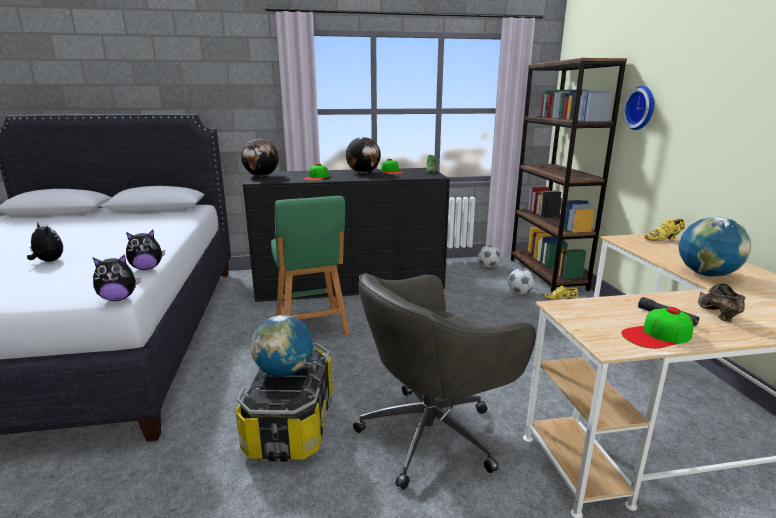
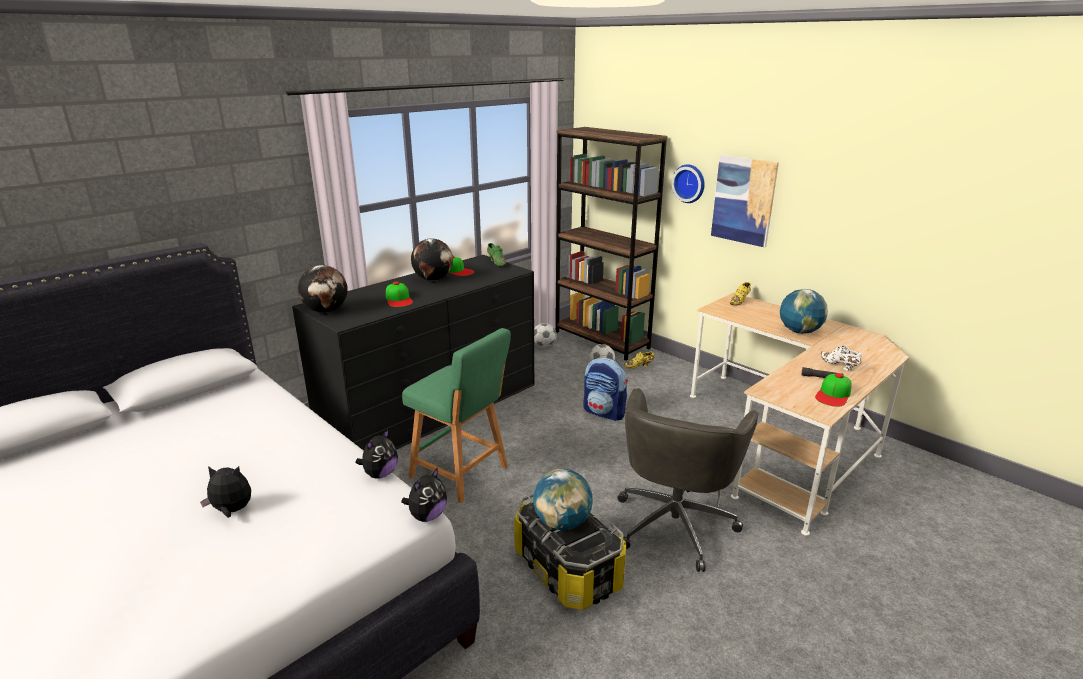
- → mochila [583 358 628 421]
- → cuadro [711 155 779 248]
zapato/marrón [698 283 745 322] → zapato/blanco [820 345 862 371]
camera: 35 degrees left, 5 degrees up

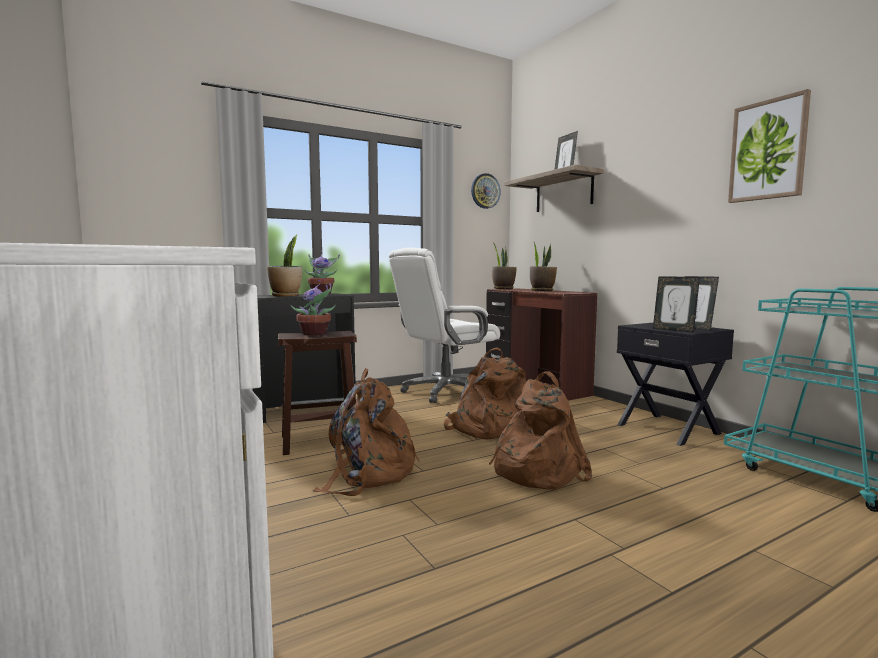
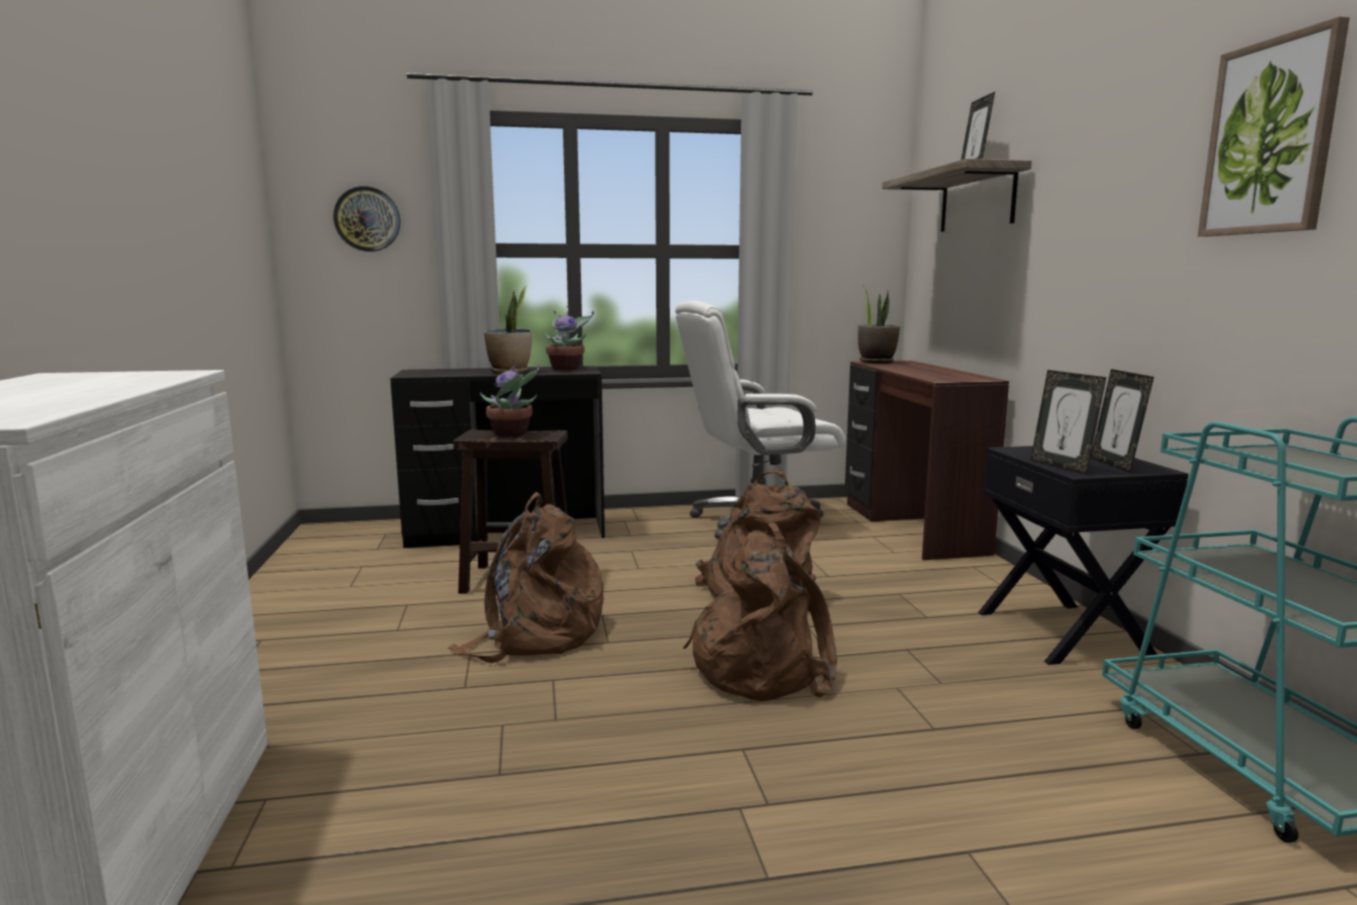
planta en maceta [530 241 557 291] → -
reloj de pared [471 173 501 209] → reloj de pared [333 186 400 252], relocated
camera: 20 degrees right, 5 degrees up

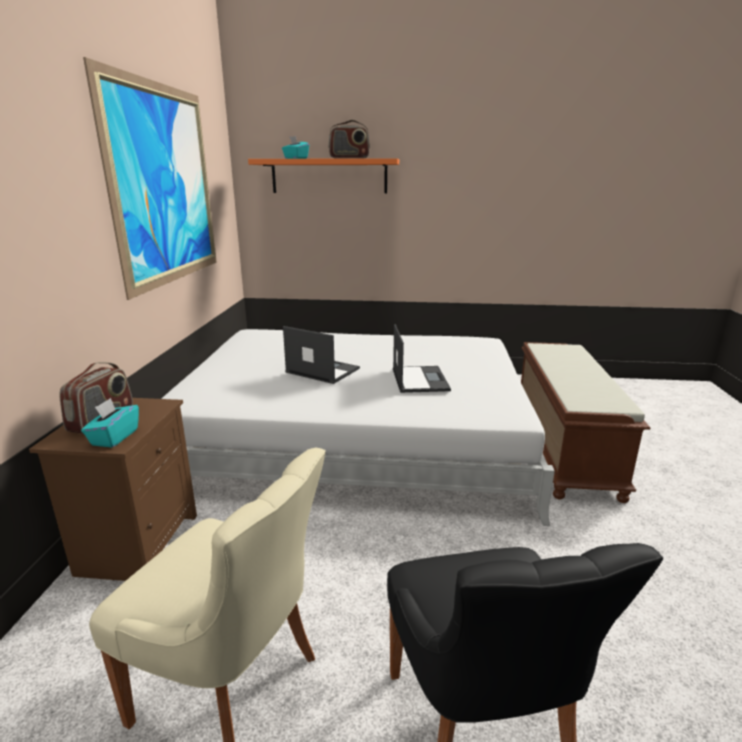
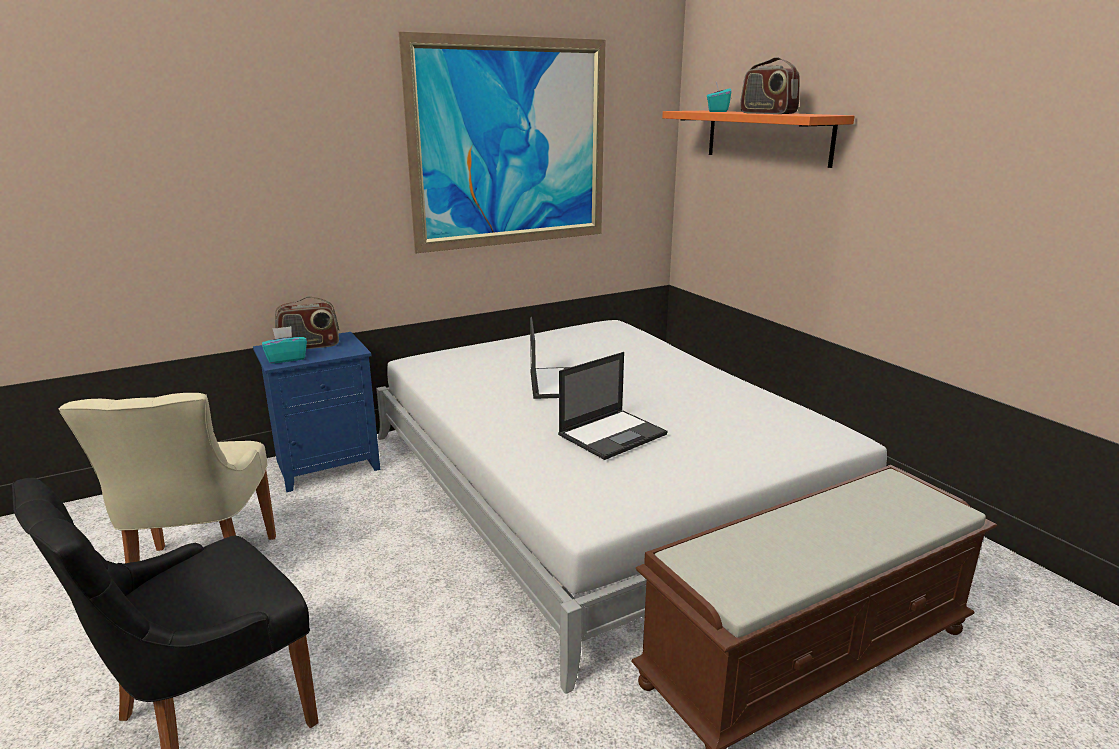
mesita de noche/marrón [29 398 197 581] → mesita de noche/azul [253 332 381 492]
camera: 55 degrees right, 0 degrees up

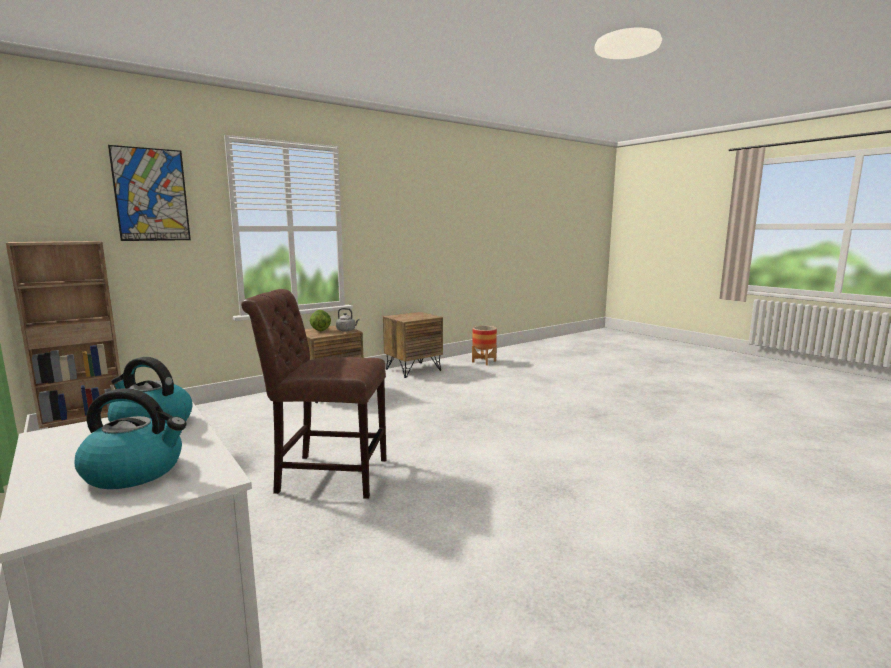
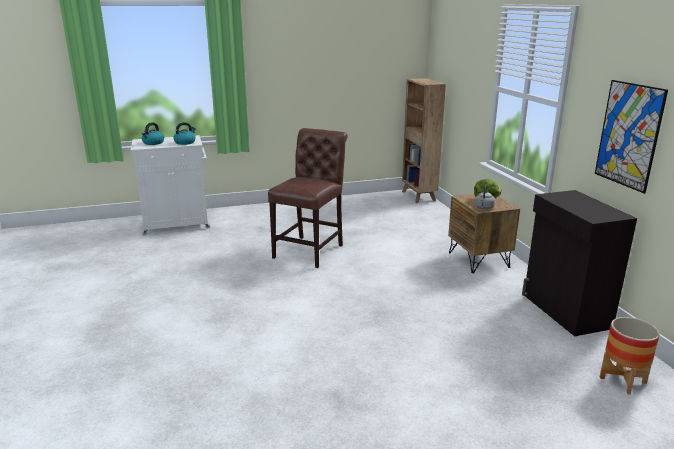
cuadro [108 145 191 241] → cuadro [595 80 668 193], relocated
mesita de noche/marrón [383 312 443 378] → armario/negro [522 190 637 336]
camera: 110 degrees right, 10 degrees up

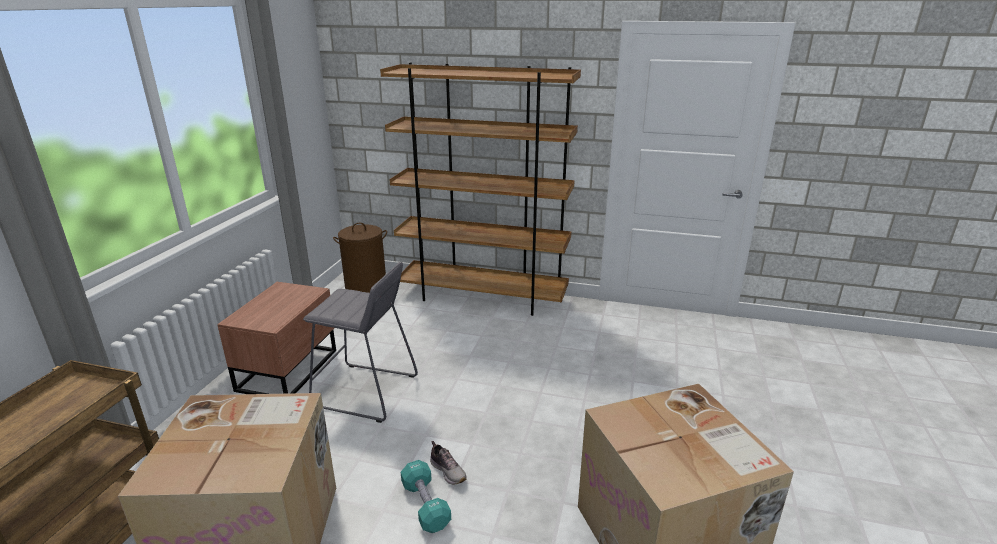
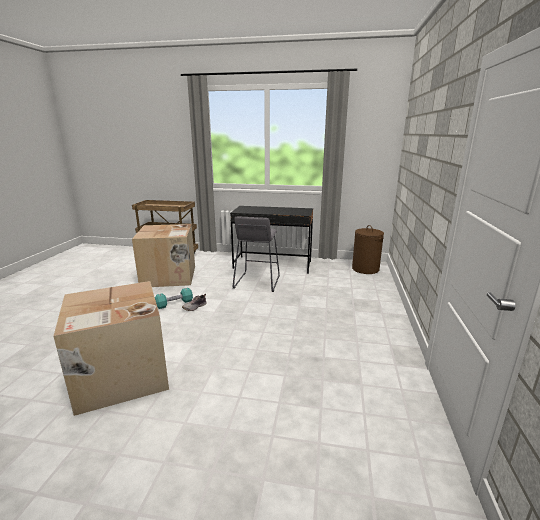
estantería/marrón [380 63 581 316] → -
mesita de noche/marrón [217 282 336 394] → escritorio/negro [230 206 313 274]
camera: 85 degrees right, 5 degrees down

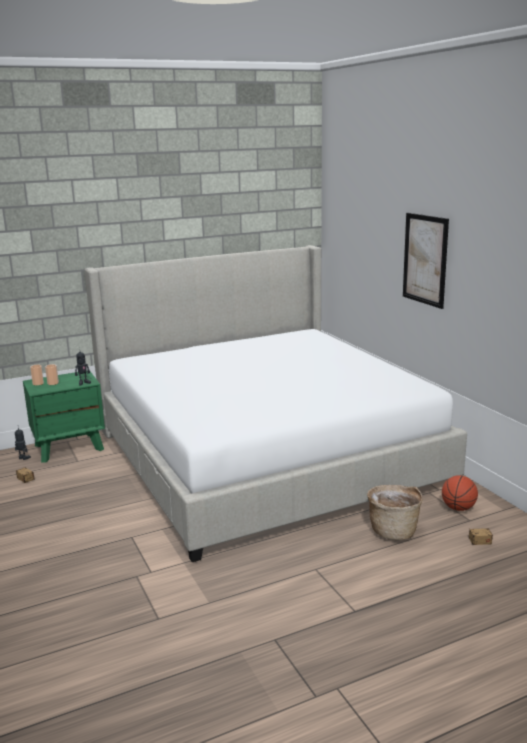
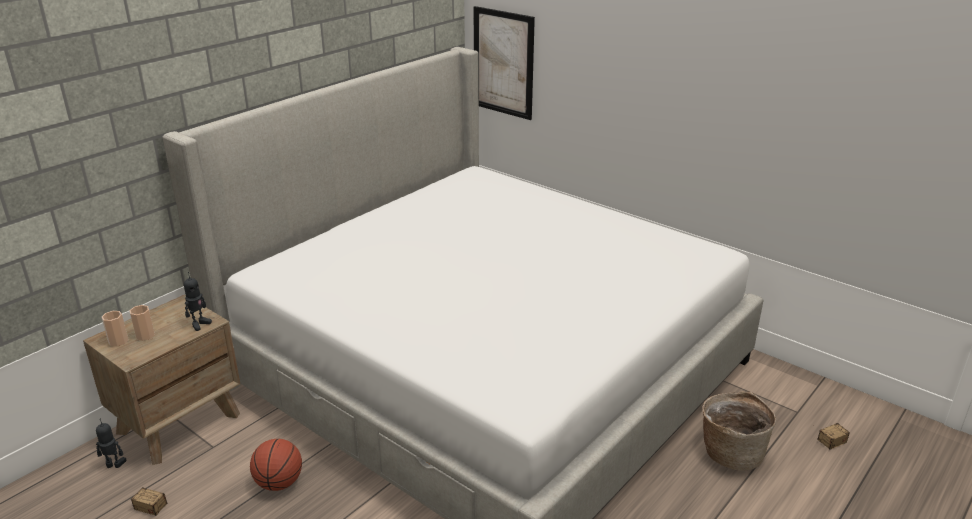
cuadro [403 213 449 309] → cuadro [473 6 535 120], relocated
balón de baloncesto [442 475 478 511] → balón de baloncesto [250 439 302 491], relocated
mesita de noche/verde [23 371 105 463] → mesita de noche/marrón [83 295 240 465]
camera: 25 degrees left, 10 degrees up

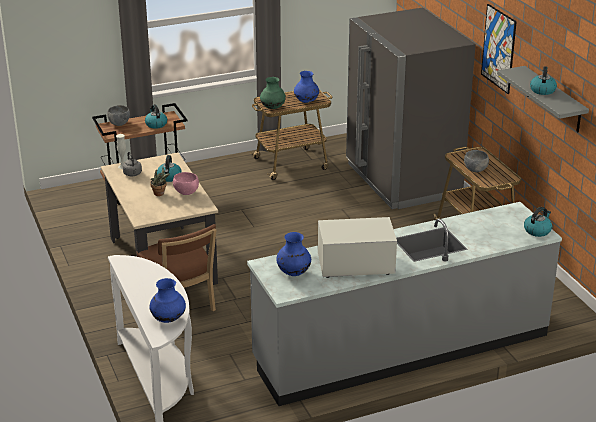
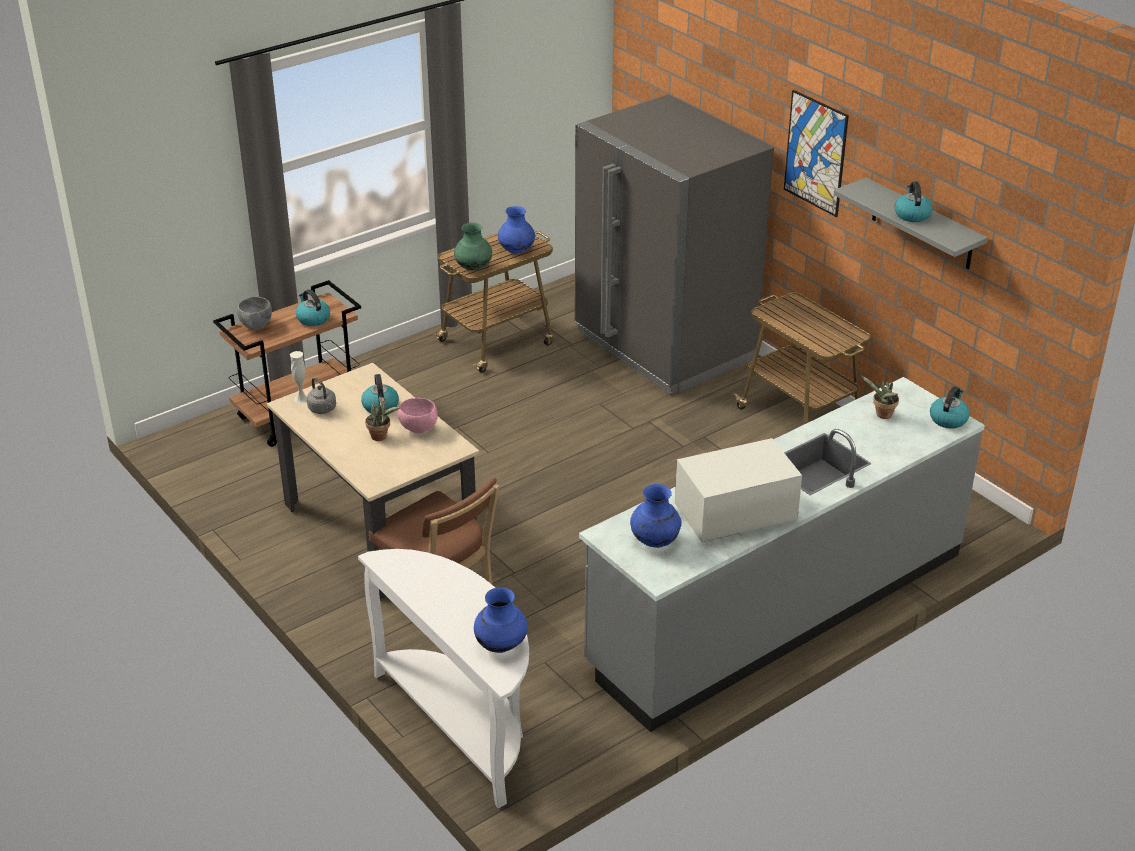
cuenco/gris [464 150 489 172] → -
- → planta en maceta [860 375 899 419]
camera: 15 degrees left, 5 degrees up

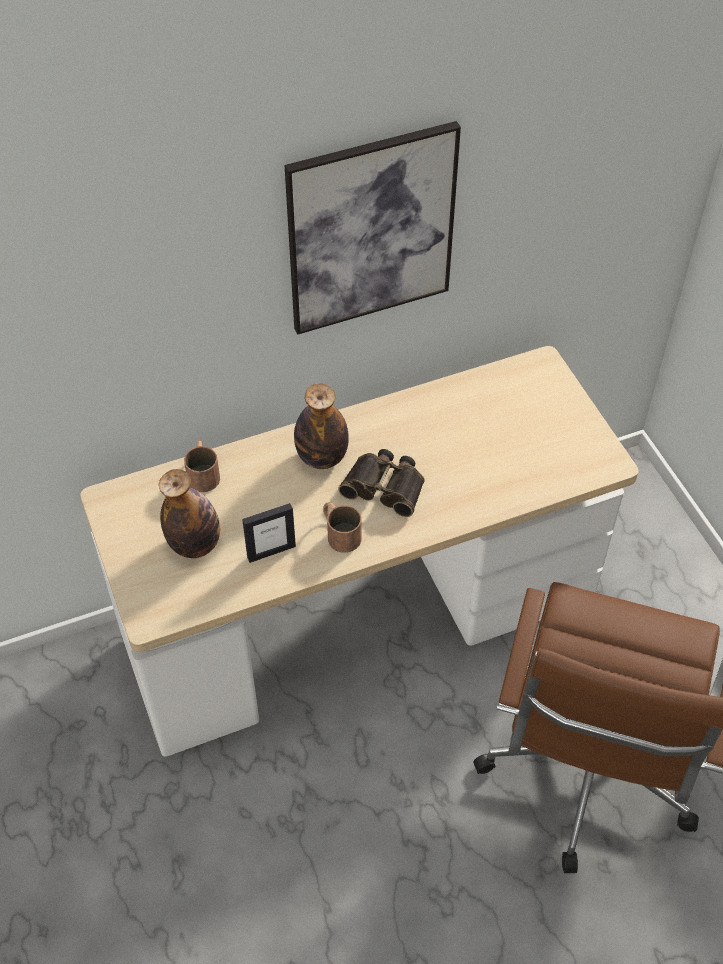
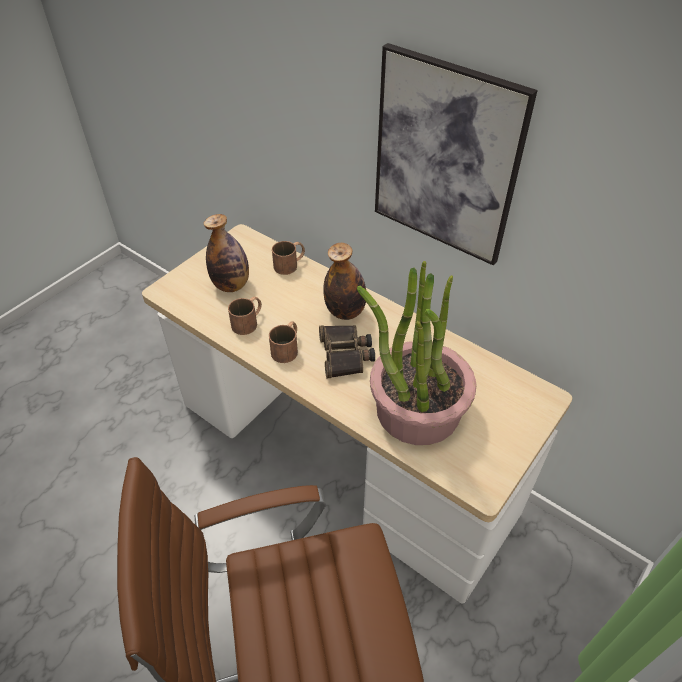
- → planta en maceta [357 261 476 445]
portarretratos [242 503 296 563] → taza grande/marrón [228 297 262 335]
camera: 60 degrees right, 5 degrees down

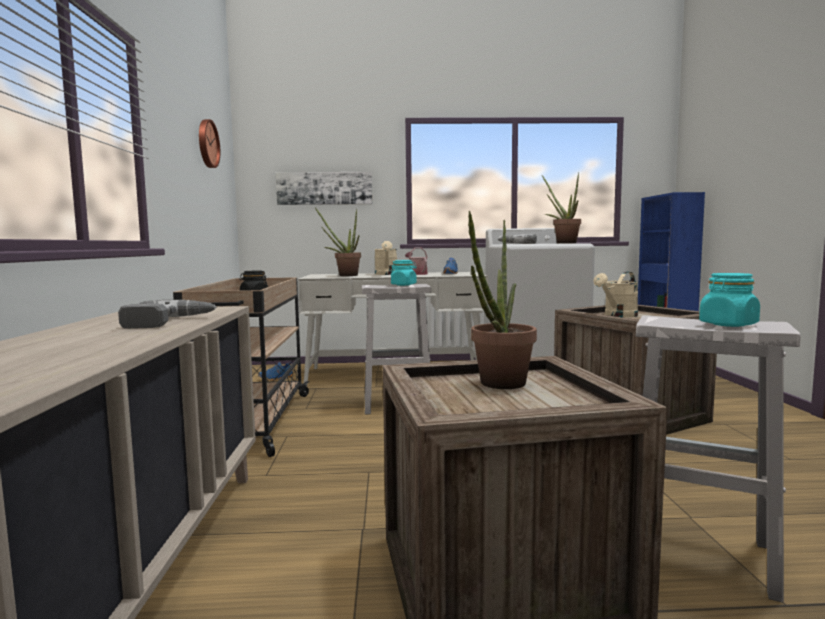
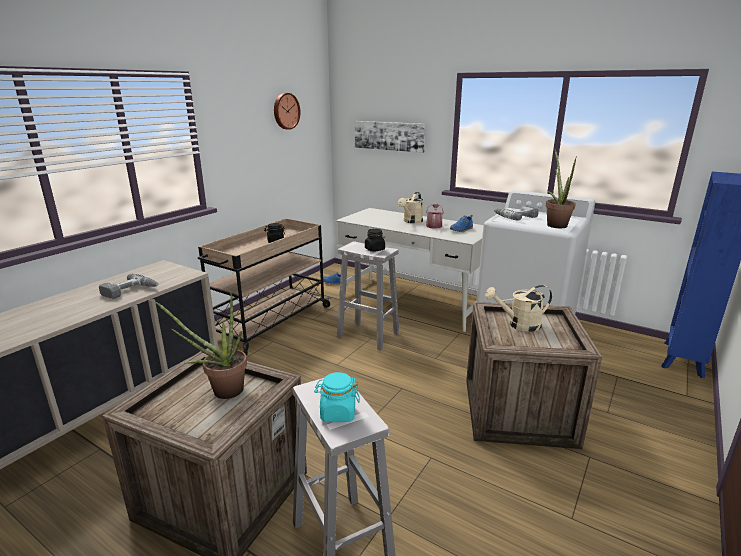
planta en maceta [315 207 361 276] → -
tarro/turquesa [391 260 417 286] → tarro/negro [365 229 385 252]
camera: 35 degrees right, 15 degrees up

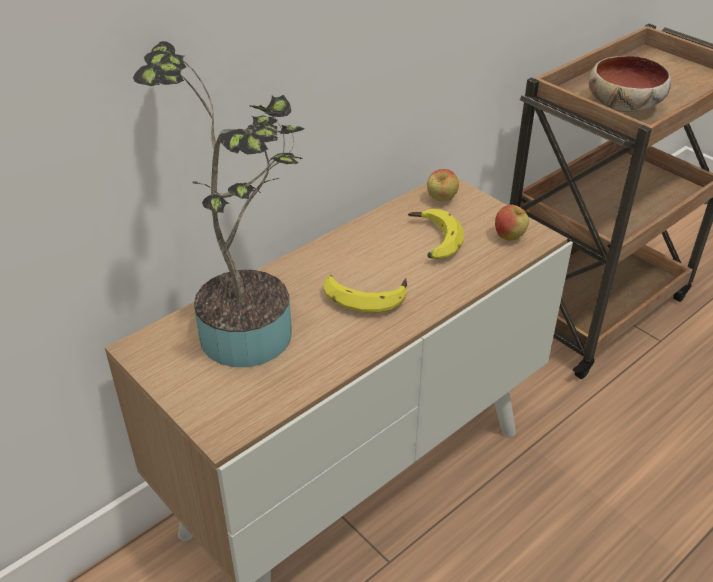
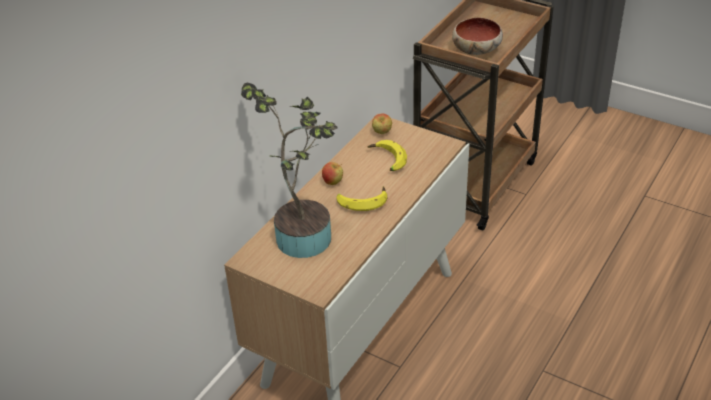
manzana [495 205 529 241] → manzana [322 162 343 185], relocated
camera: 15 degrees left, 0 degrees up

